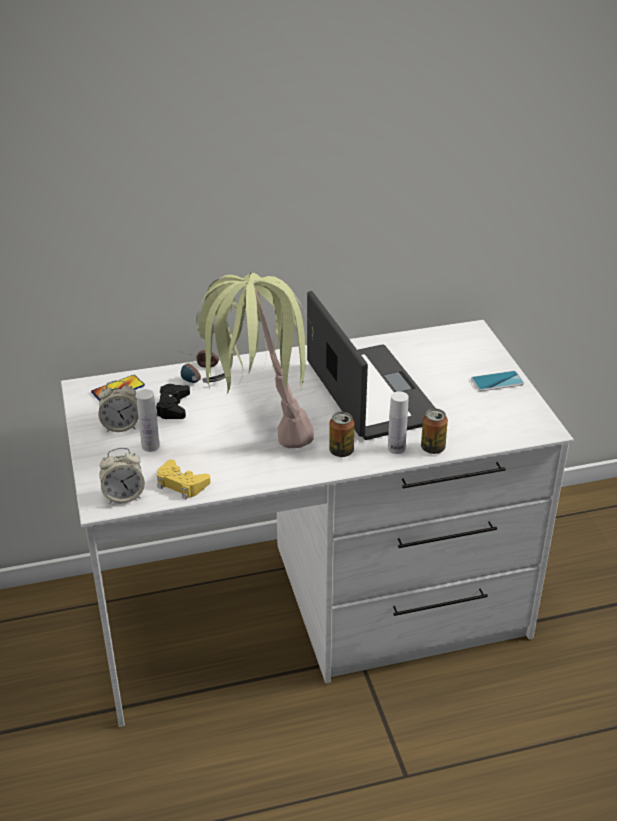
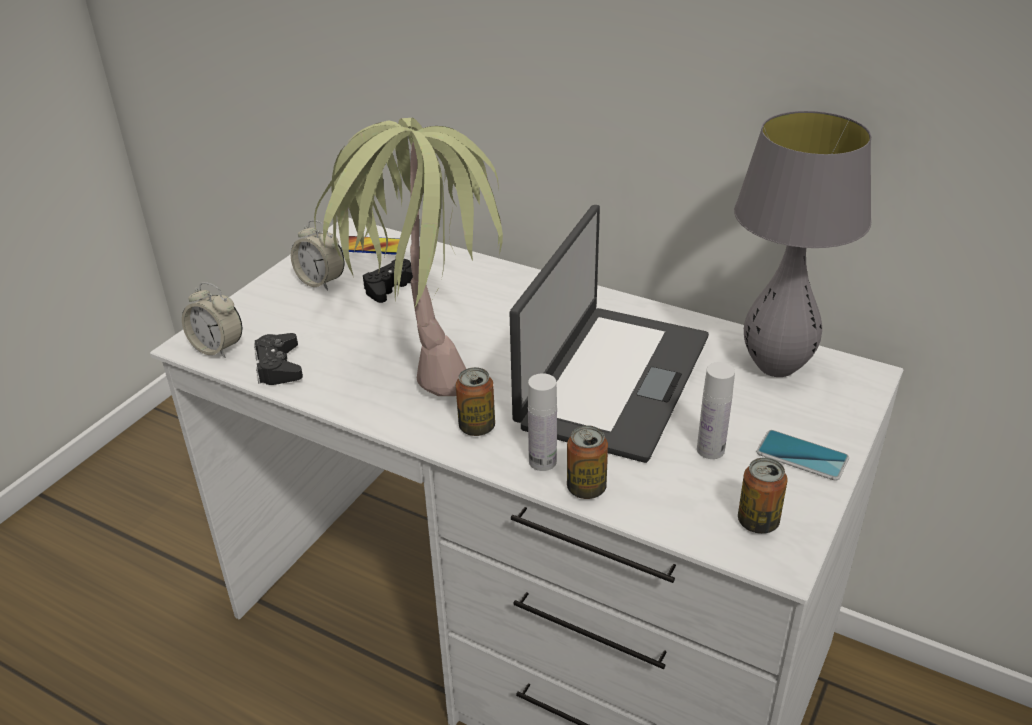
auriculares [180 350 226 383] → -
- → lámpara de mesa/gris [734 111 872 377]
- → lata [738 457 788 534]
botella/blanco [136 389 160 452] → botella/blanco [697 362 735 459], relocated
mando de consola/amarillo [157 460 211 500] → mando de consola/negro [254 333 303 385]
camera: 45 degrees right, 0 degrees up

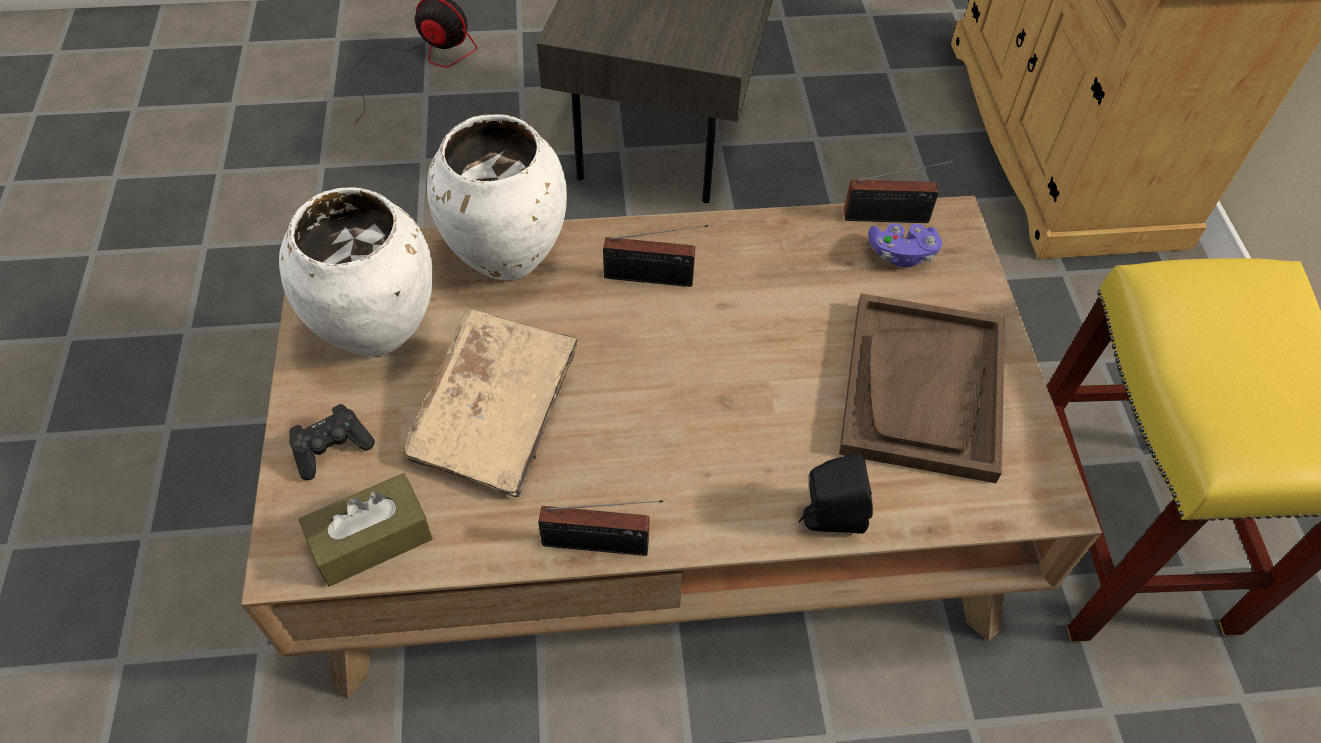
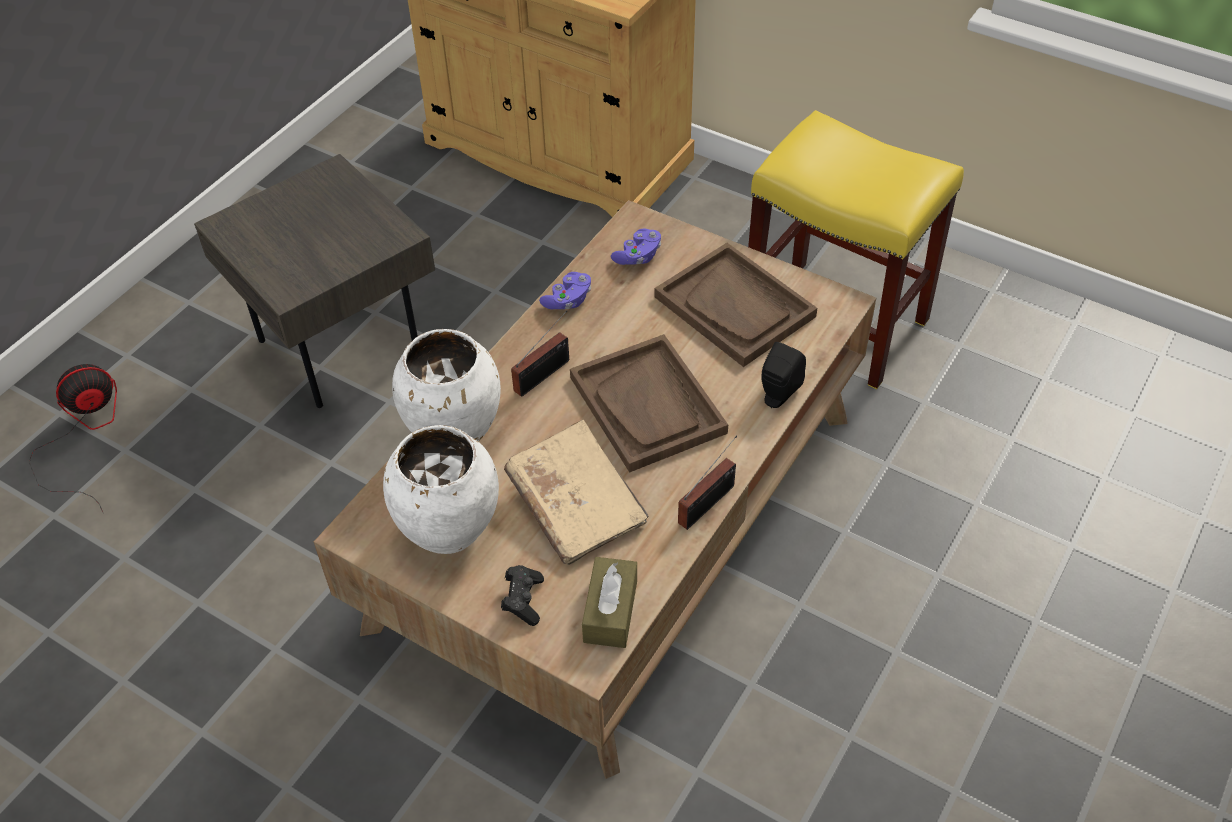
radio [844 160 956 223] → -
- → mando de consola/morado [539 272 591 309]
- → bandeja/marrón [570 334 728 473]
camera: 50 degrees left, 5 degrees down

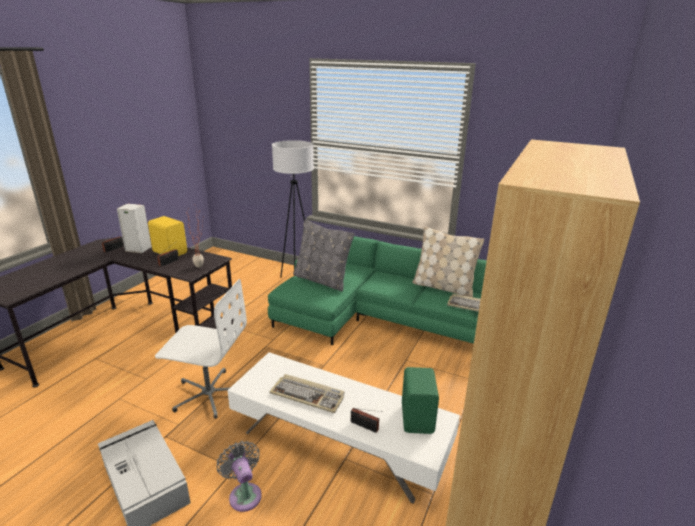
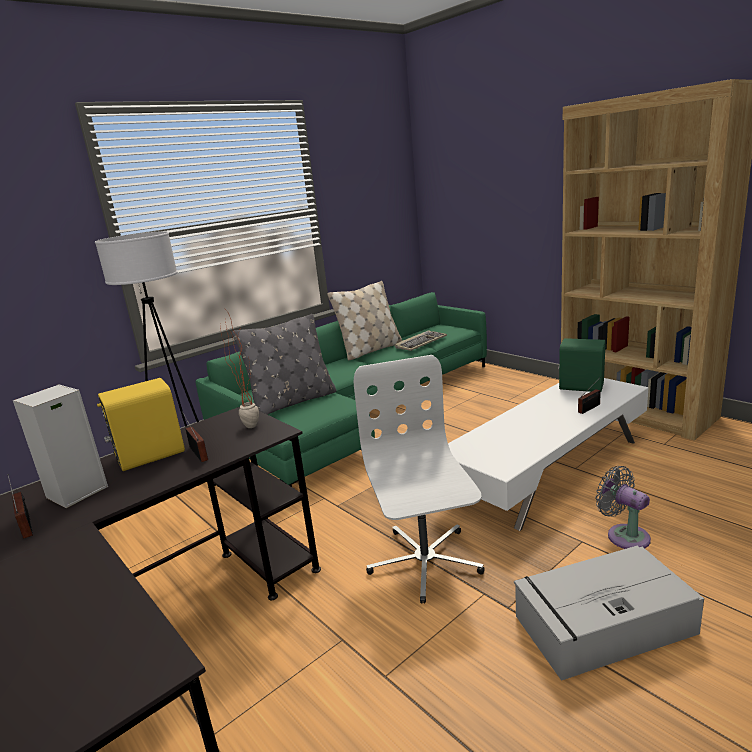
teclado [270 374 345 413] → -
silla de oficina/blanco [155 279 247 419] → silla de oficina/blanco [354 355 485 603], 45 degrees counterclockwise
ventilador/gris [217 441 262 512] → ventilador/gris [596 466 651 549], 60 degrees clockwise
camera: 65 degrees left, 5 degrees down

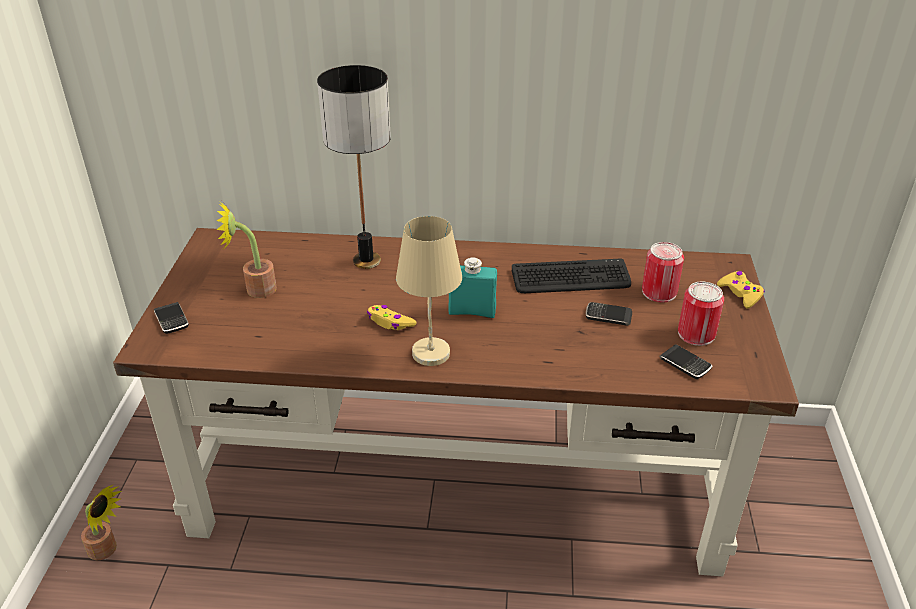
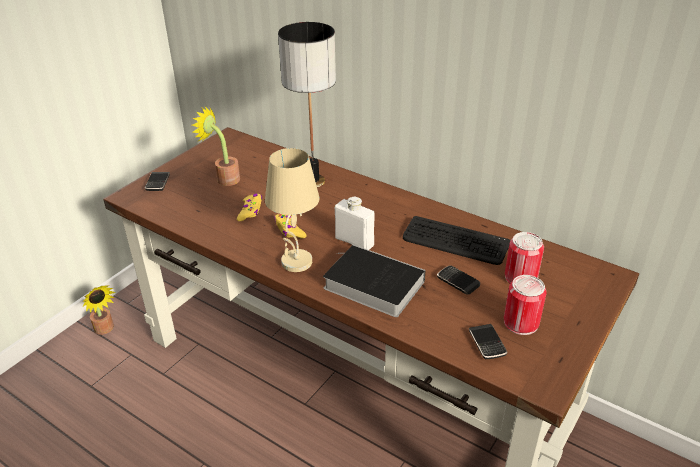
- → libro [323 245 426 317]
mando de consola/amarillo [717 271 765 308] → mando de consola/amarillo [237 193 262 221], relocated
botella/turquesa [448 257 497 318] → botella/blanco [335 197 375 250]
camera: 30 degrees right, 0 degrees up

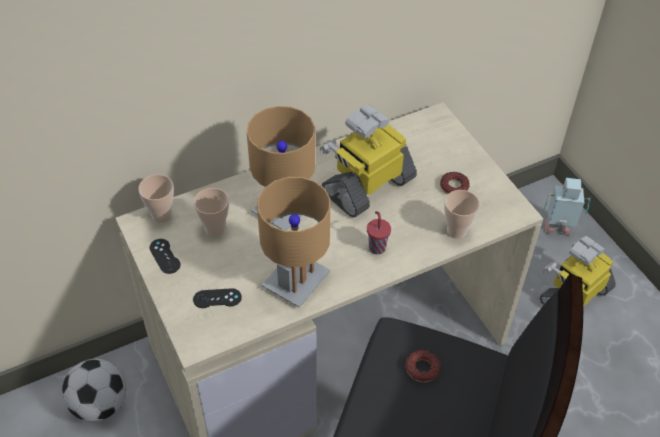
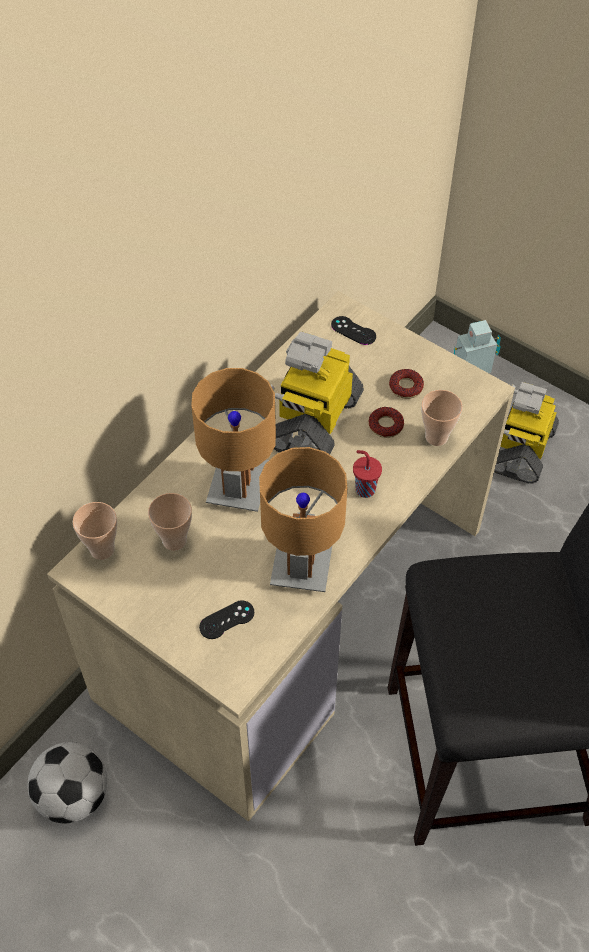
mando de consola/negro [150 239 180 274] → mando de consola/negro [331 316 376 345], relocated
rosquilla [406 350 441 382] → rosquilla [369 407 404 438], relocated
camera: 25 degrees left, 5 degrees up

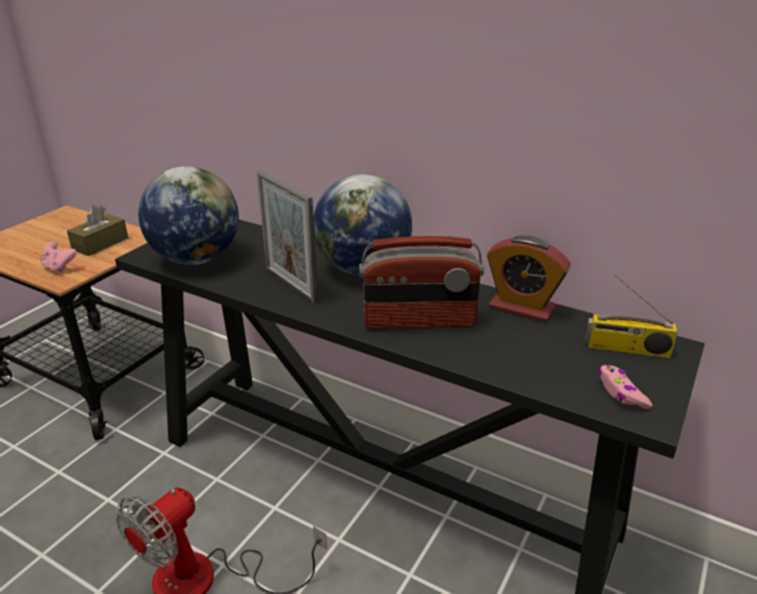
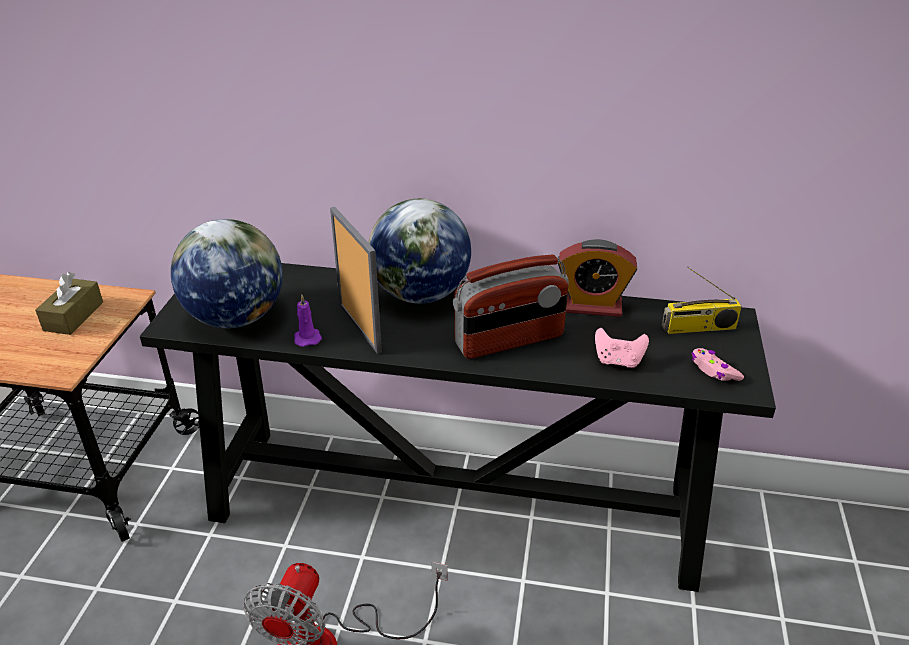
- → vela/morado [294 294 322 347]
mando de consola/rosa [41 241 77 273] → mando de consola/rosa [595 328 649 368], relocated
portarretratos [257 170 318 304] → portarretratos [330 207 382 354], 150 degrees counterclockwise
camera: 20 degrees left, 5 degrees up

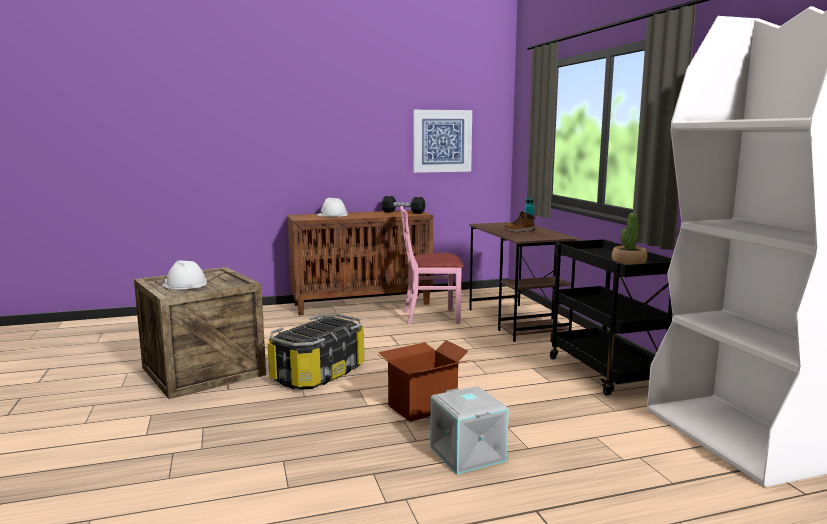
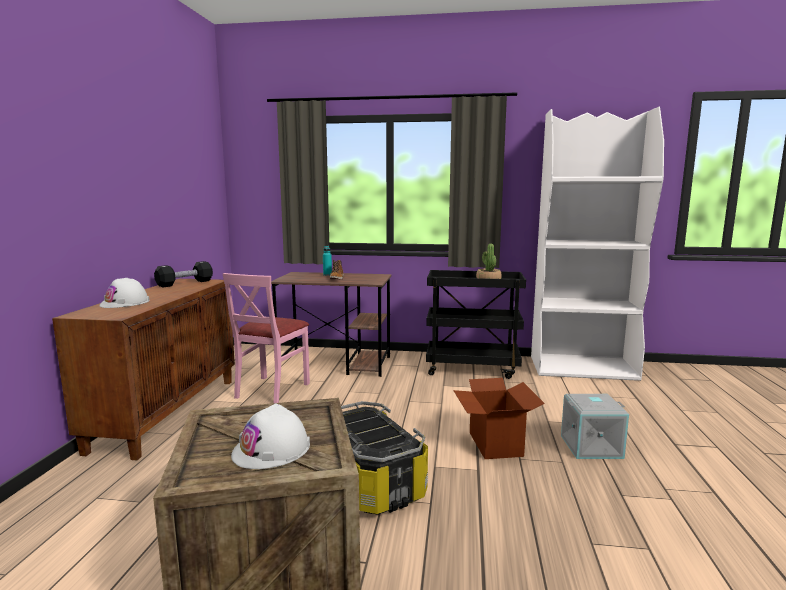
cuadro [413 110 472 173] → -
camera: 65 degrees left, 0 degrees up

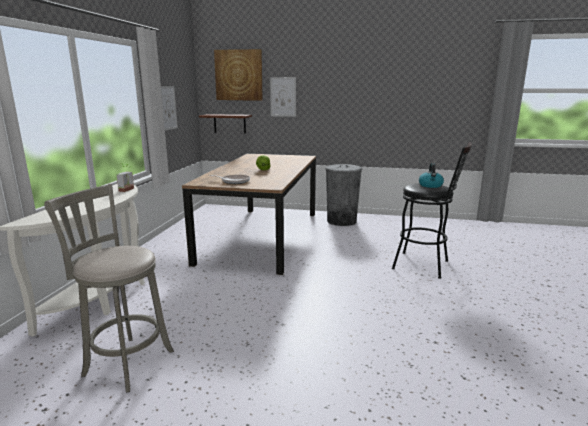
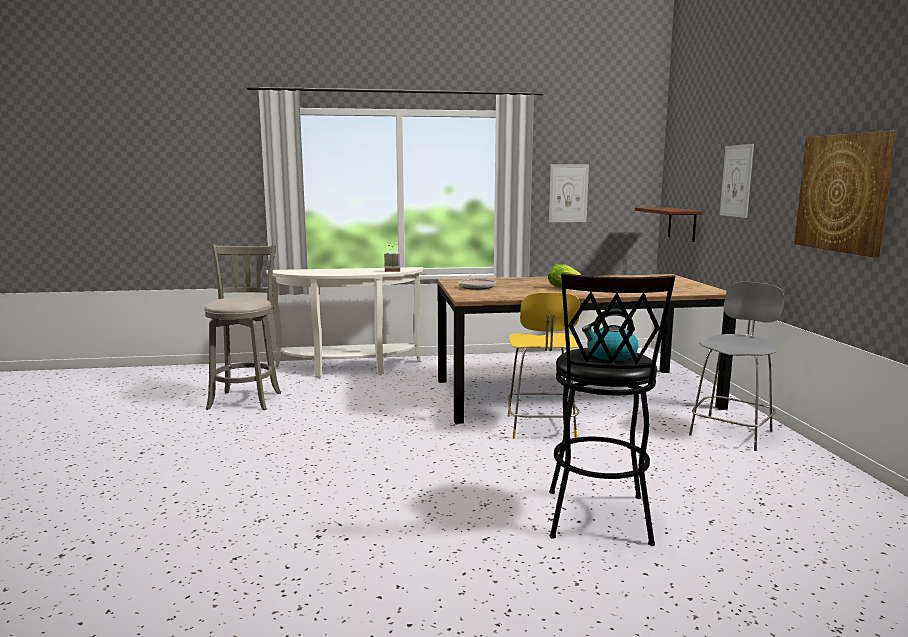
- → silla/amarillo [508 293 580 439]
cuadro [214 49 263 101] → cuadro [794 130 897 257], relocated
papelera/gris [325 164 362 226] → silla/gris [689 282 784 451]
camera: 70 degrees right, 5 degrees down

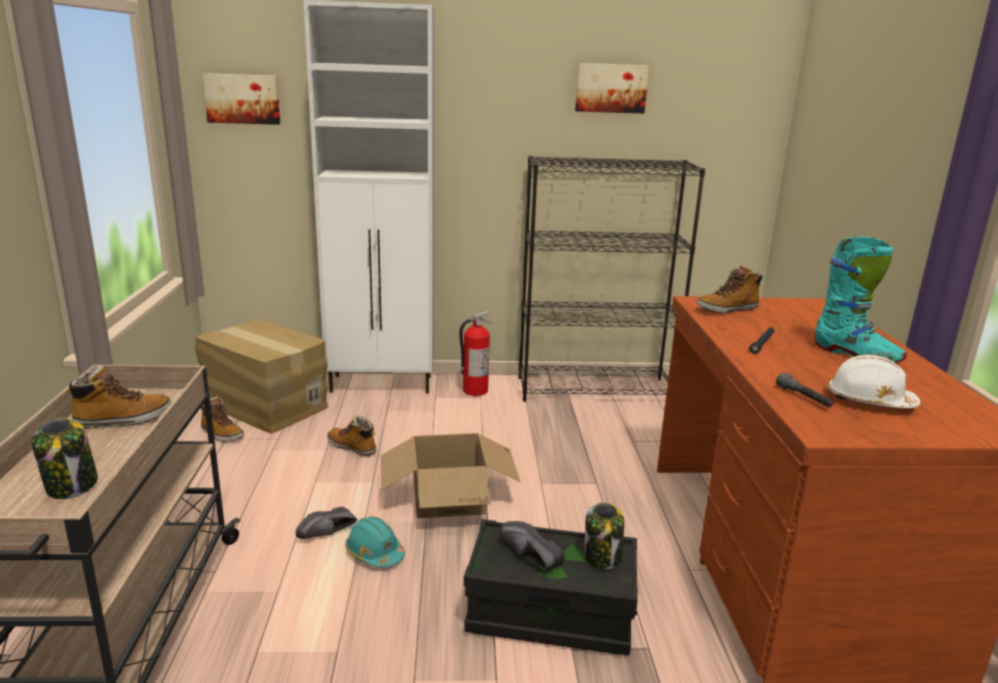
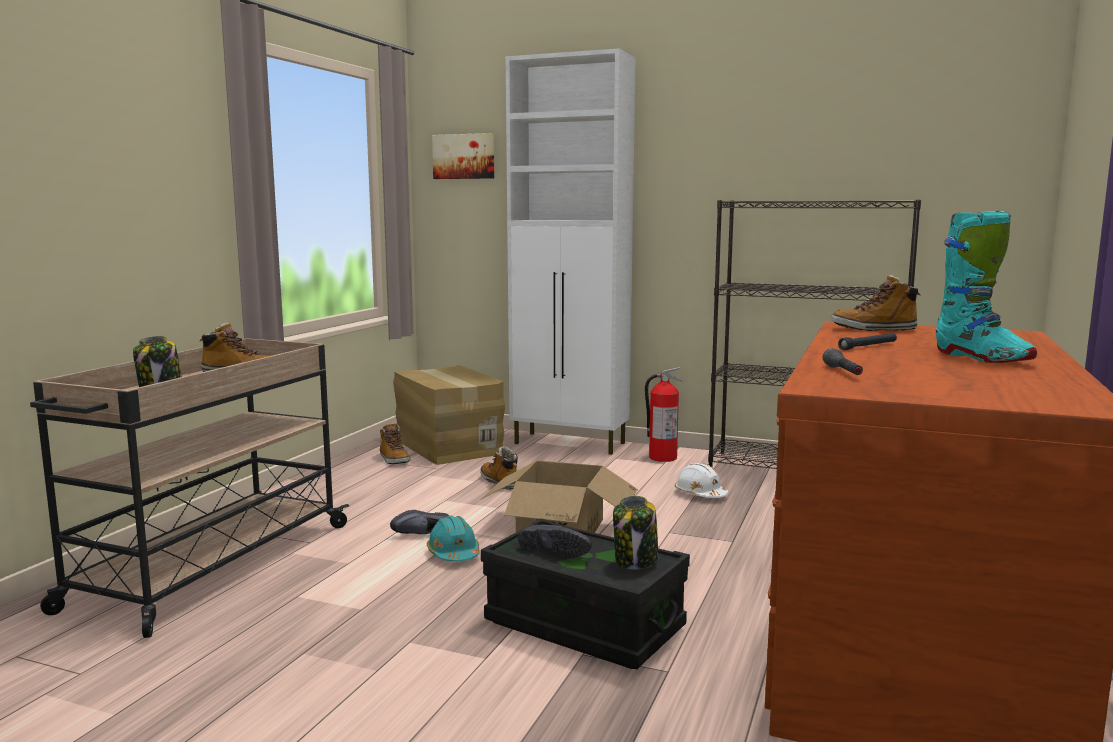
cuadro [575 63 649 113] → -
casco/blanco [827 354 920 408] → casco/blanco [675 463 728 498], relocated
zapato/negro [500 521 565 570] → zapato/negro [518 525 592 558], 150 degrees clockwise
camera: 25 degrees right, 10 degrees down

